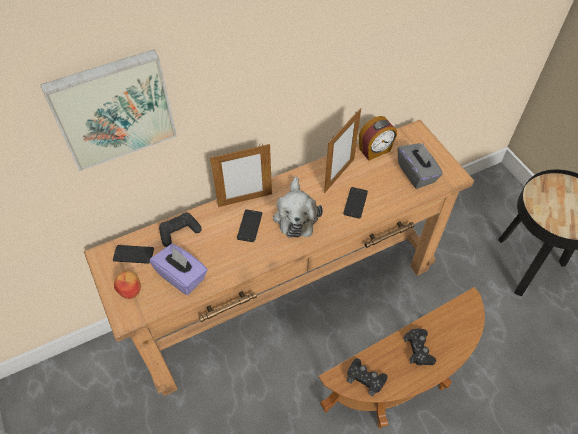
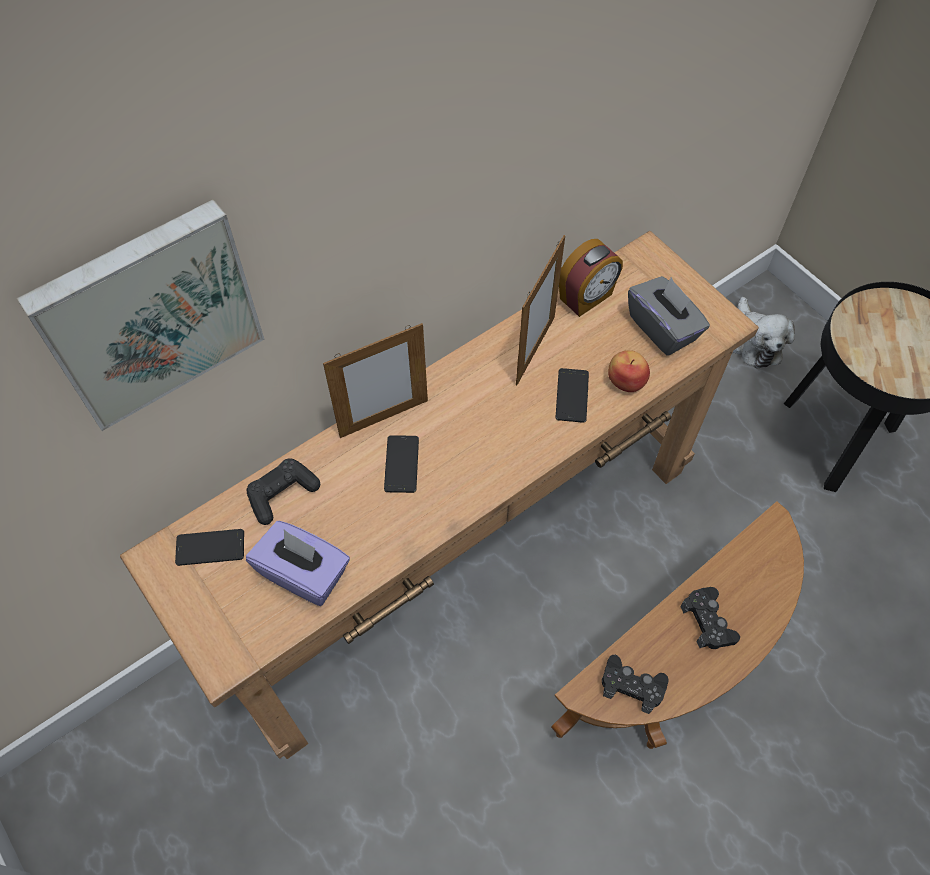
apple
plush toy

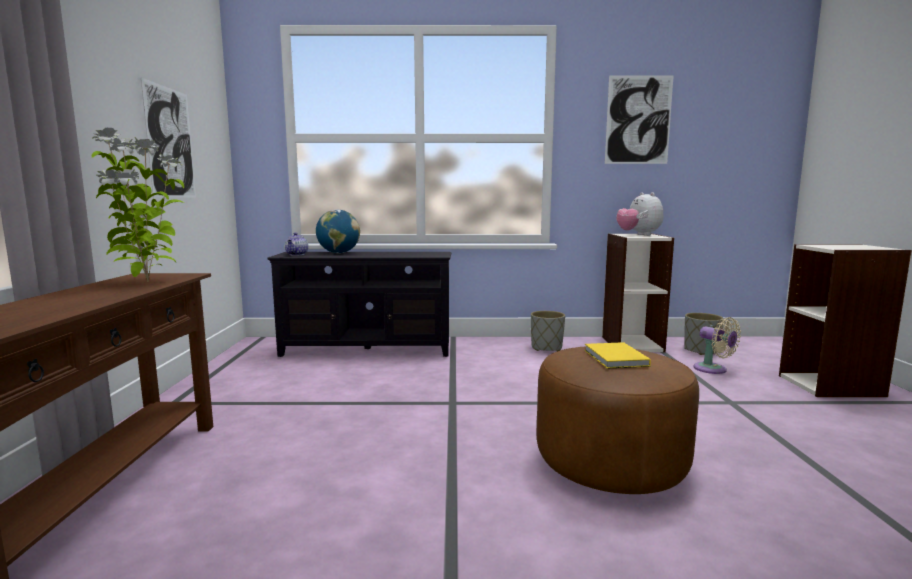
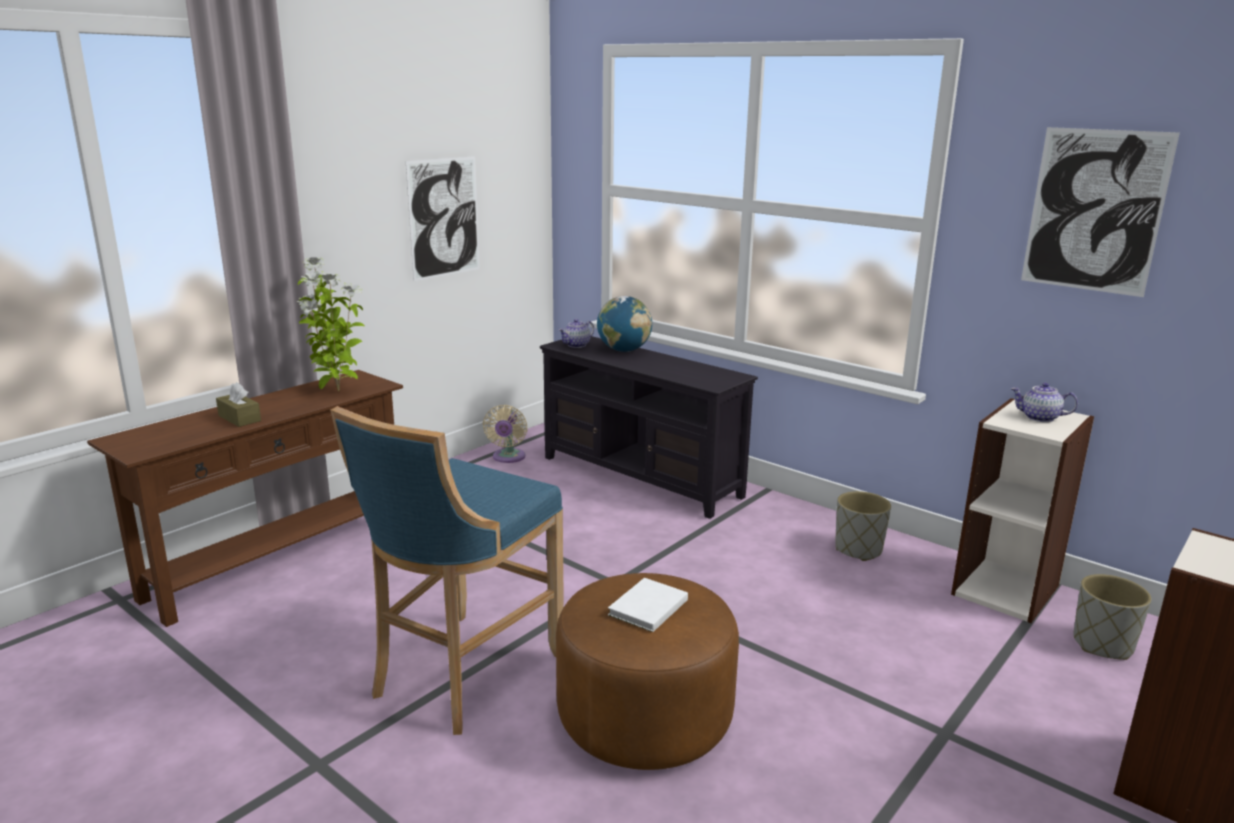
book in white
teapot (2nd from left)
fan in beige
tissue box in brown
stool in blue

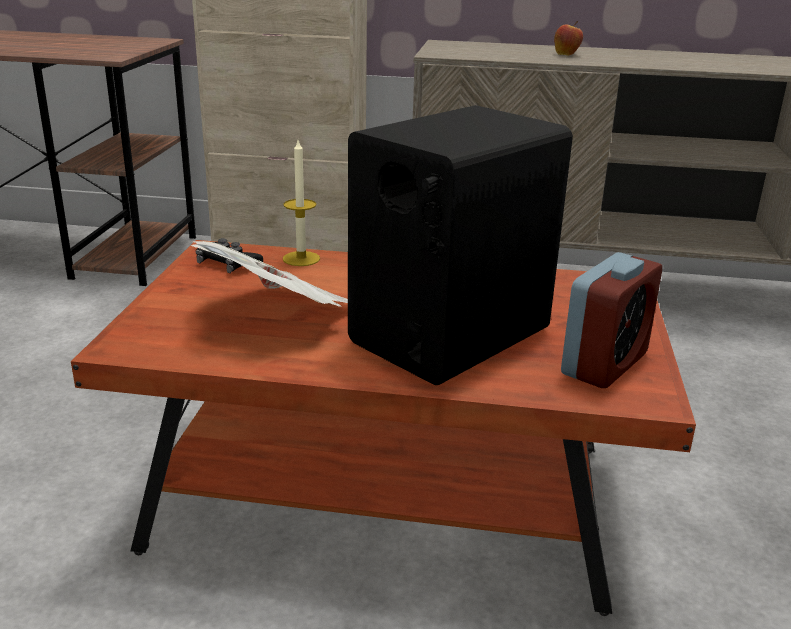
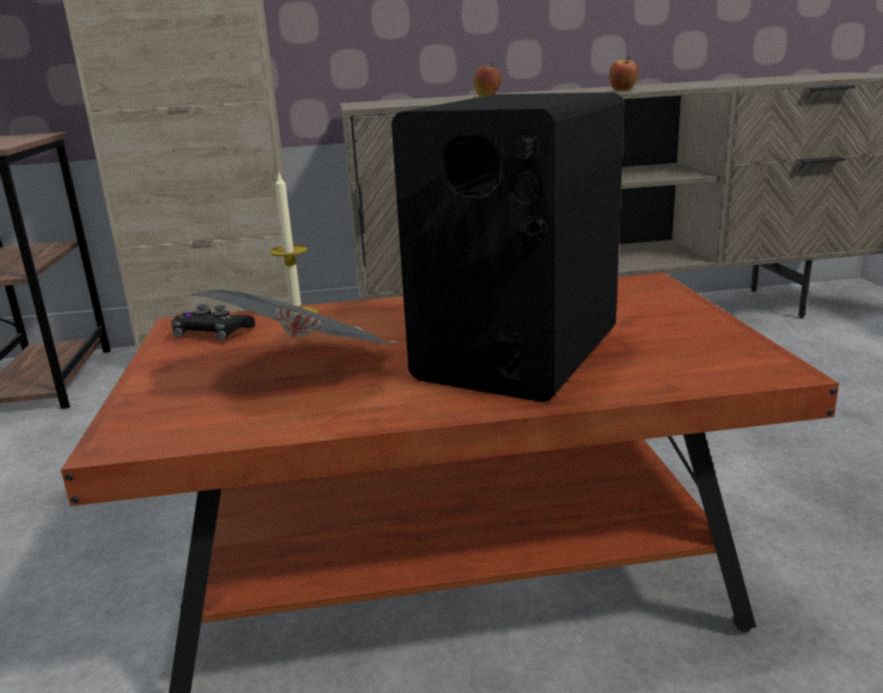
alarm clock
apple (2nd from left)

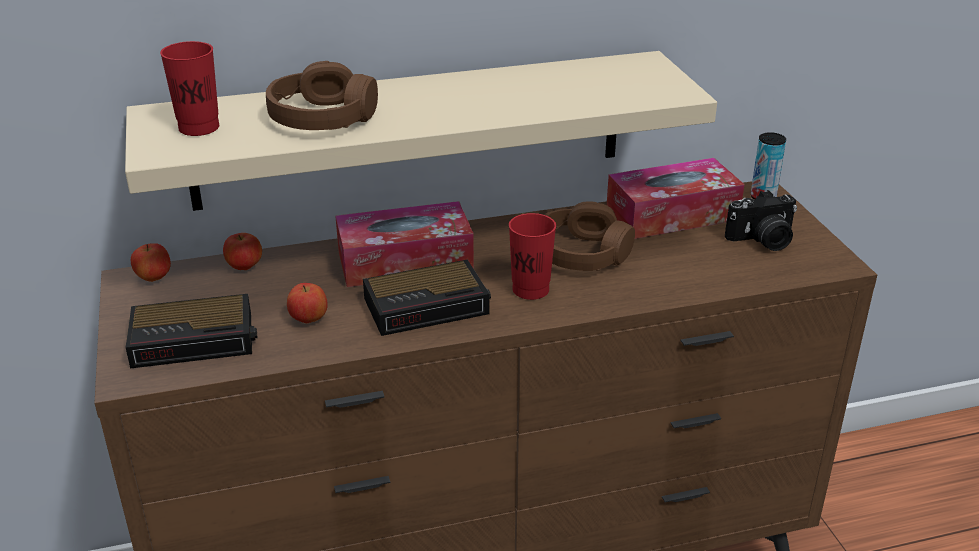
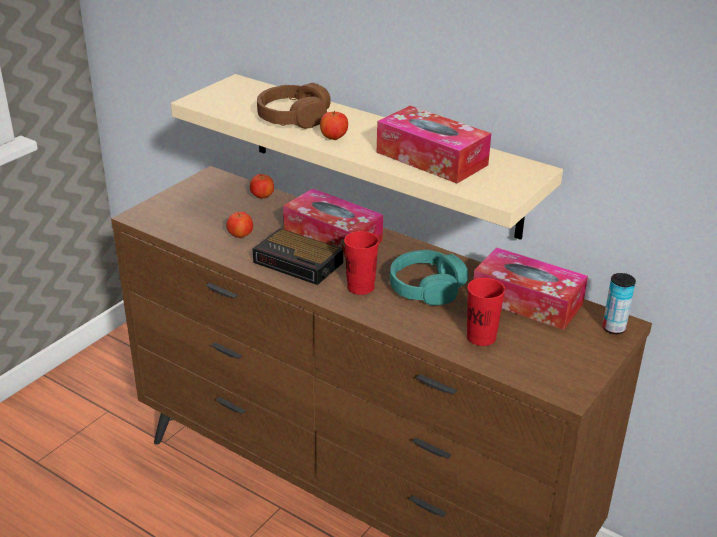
alarm clock (1st from left in the first image)
apple (3rd from left)
cup in red (2nd from left)
headphones in turquoise
photo camera
tissue box (2nd from left)

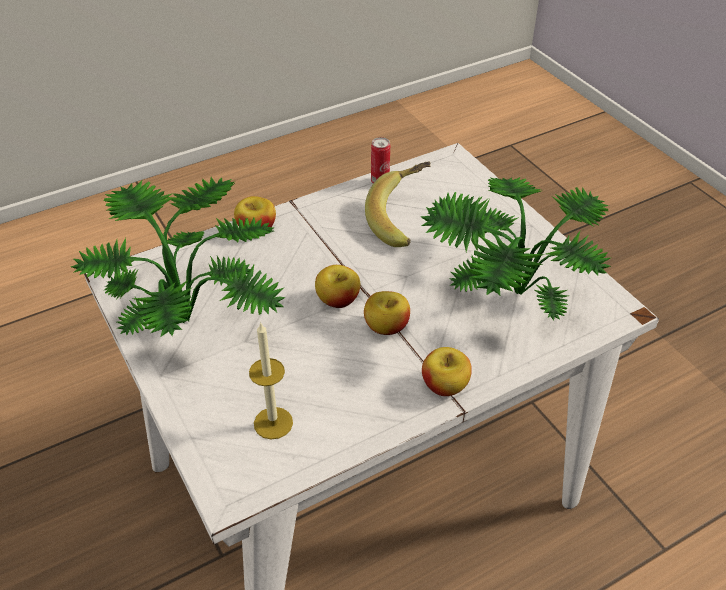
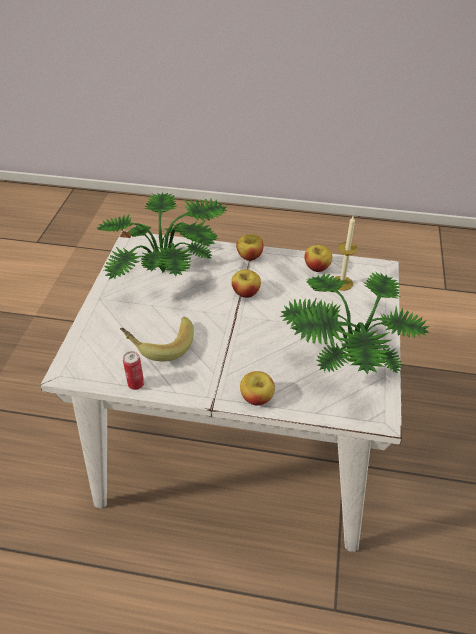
apple (4th from left)

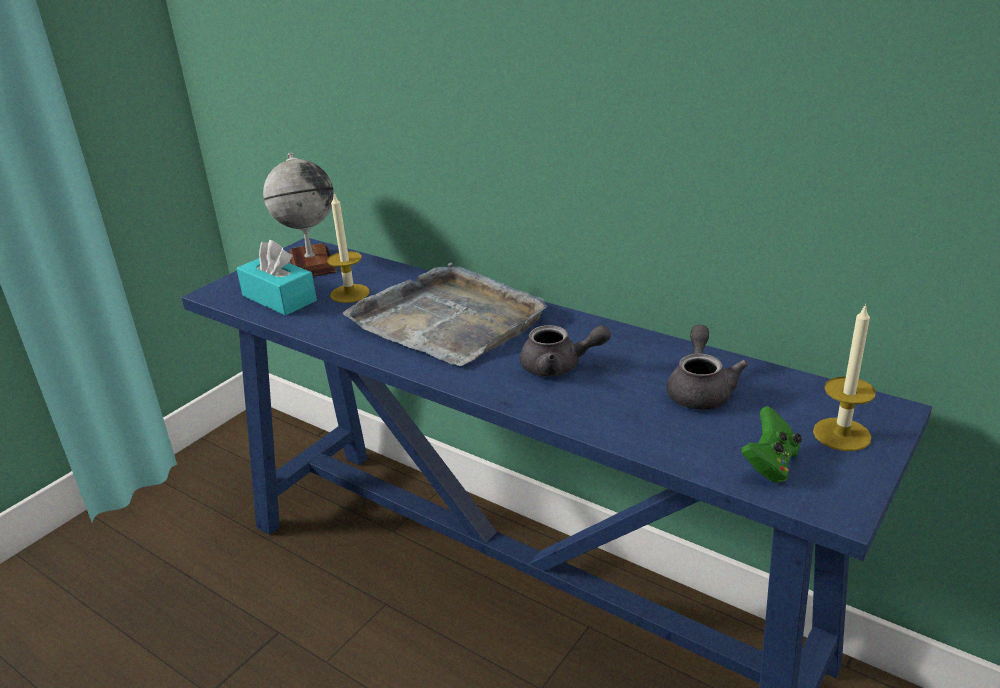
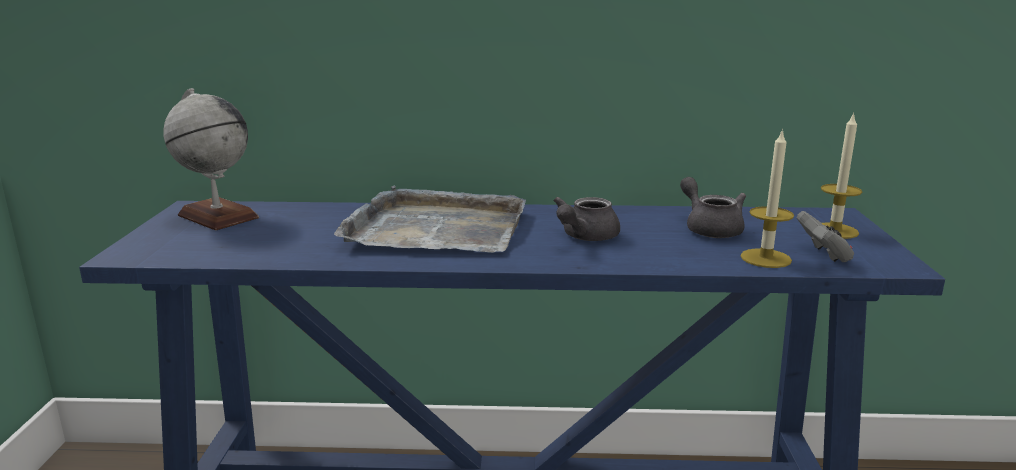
tissue box in turquoise
candle (1st from left)
teapot in grey (1st from left)
game controller in grey

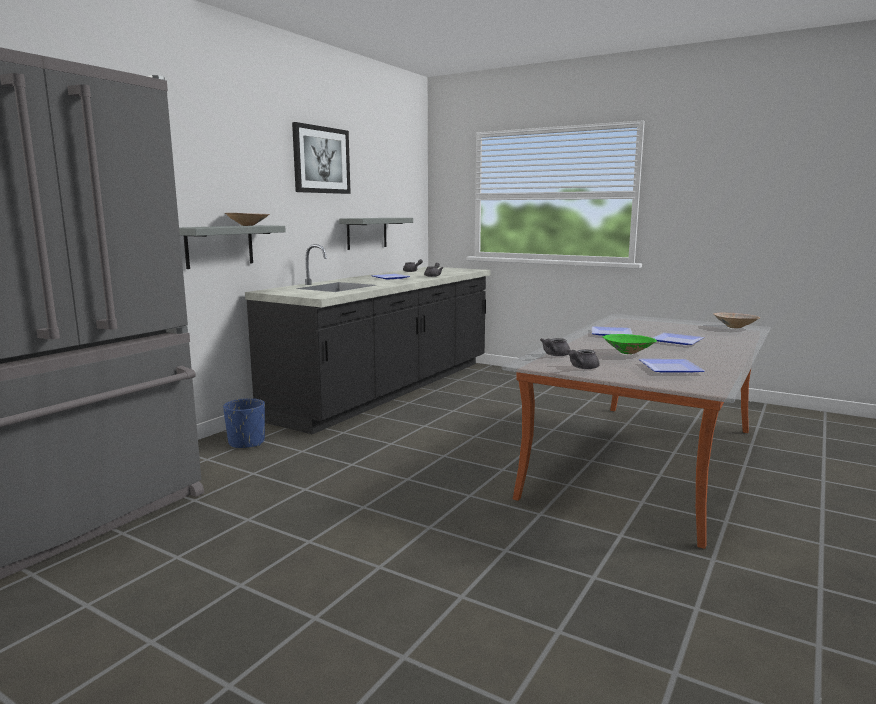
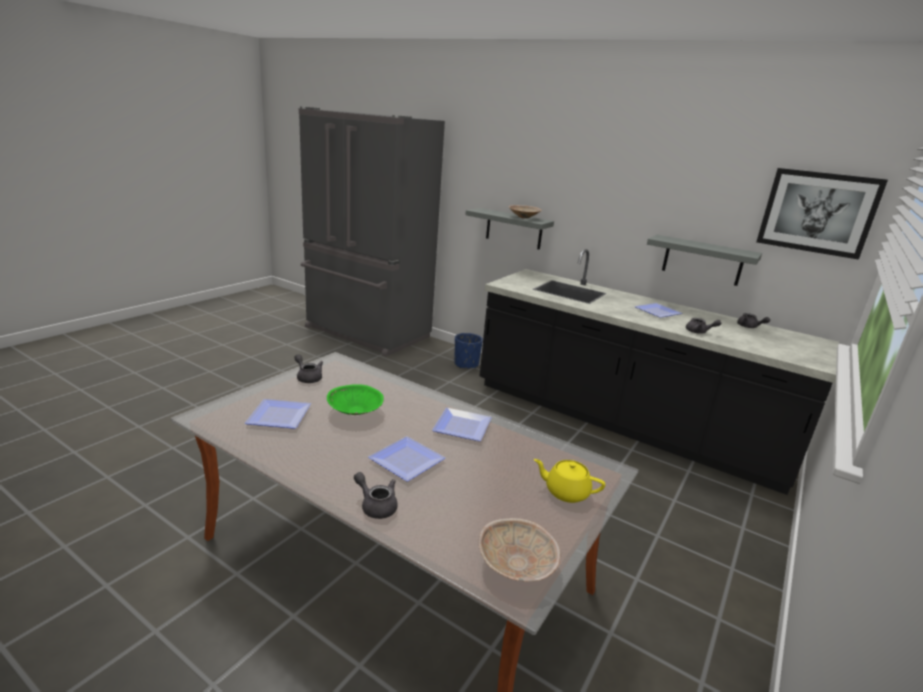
picture
teapot in grey (2nd from left)
teapot in yellow

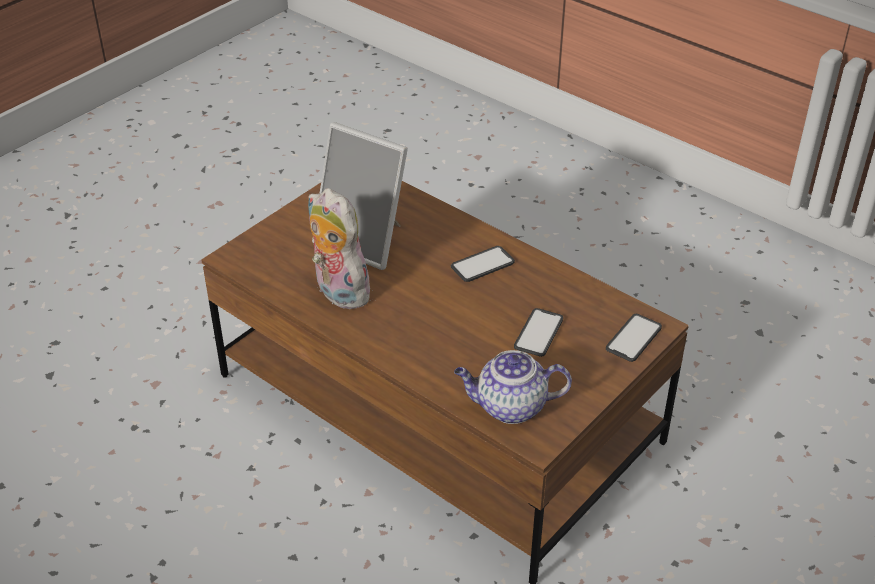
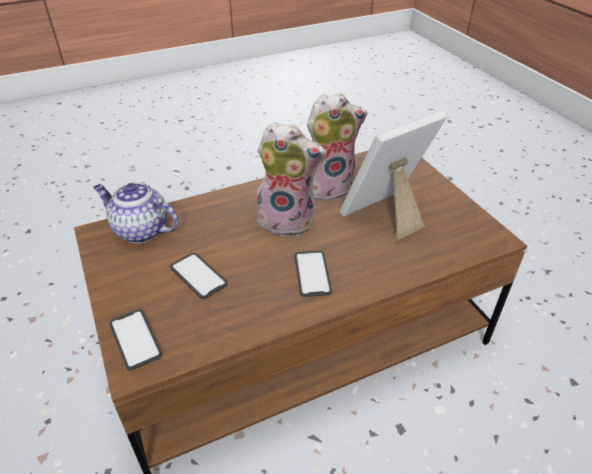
teapot
plush toy (1st from left)

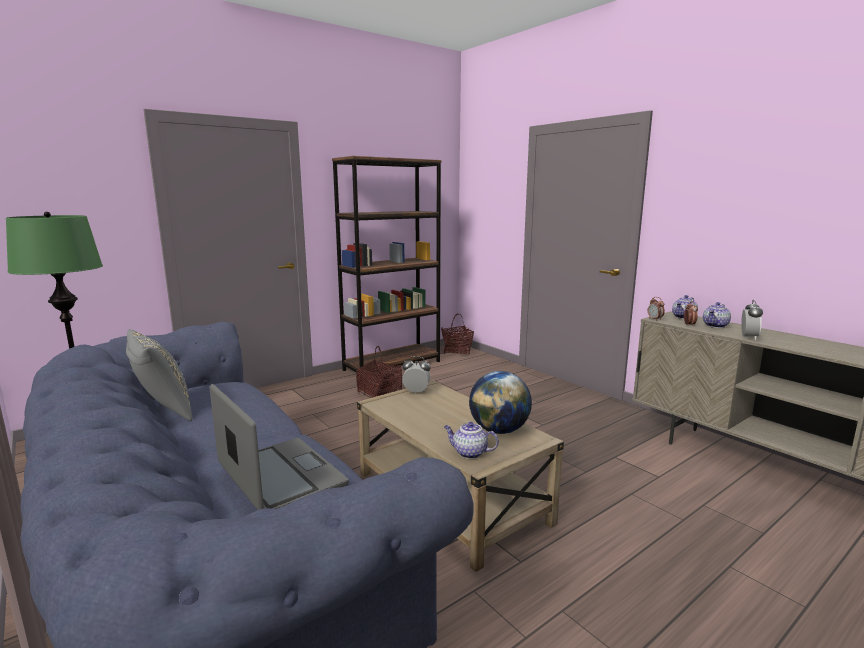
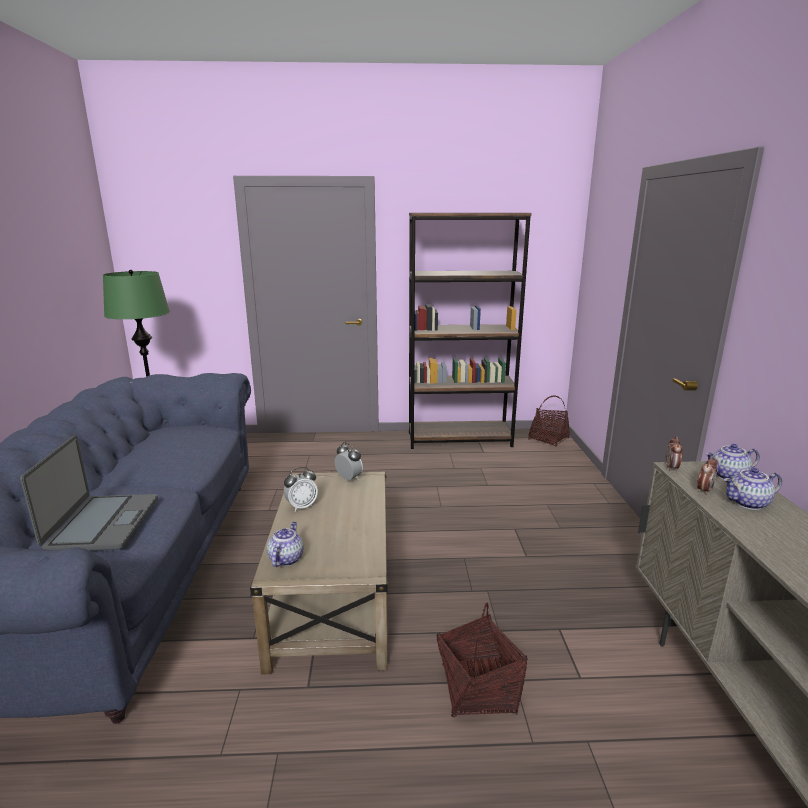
pillow in grey
basket (1st from left)
teapot (1st from left)
globe
alarm clock (1st from left)

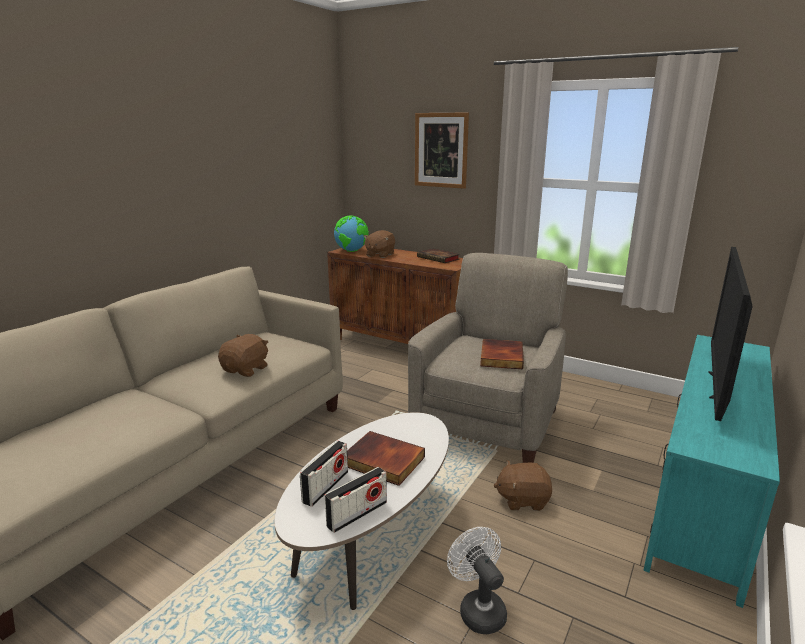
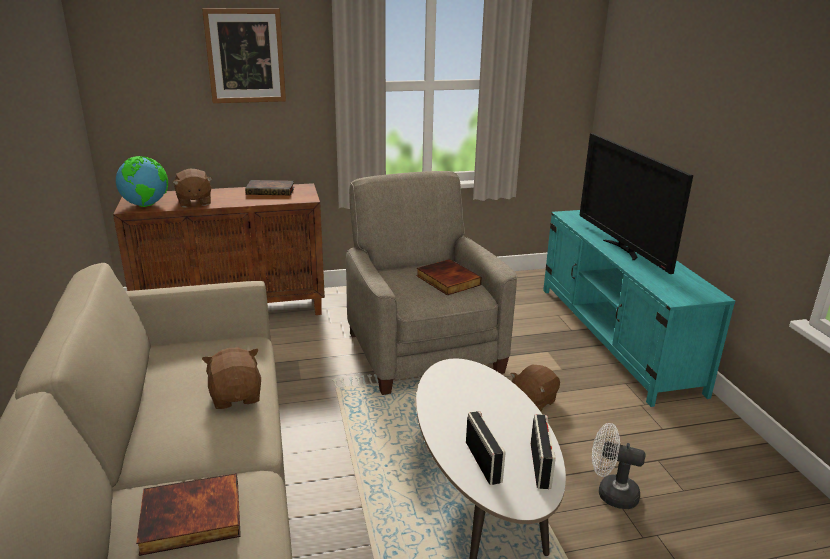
book (1st from left)

